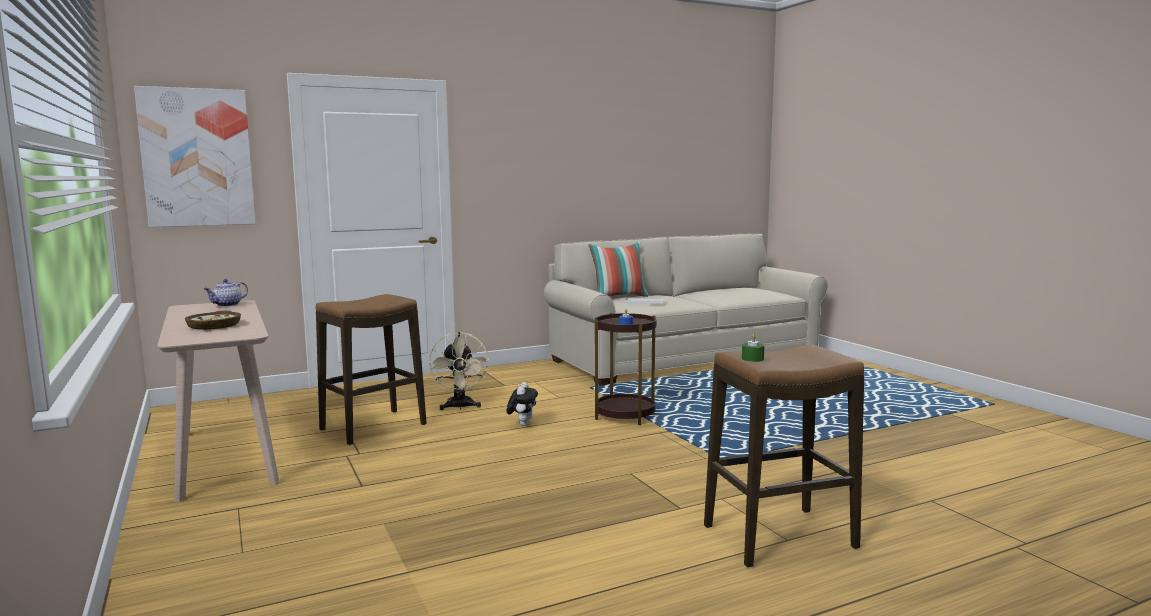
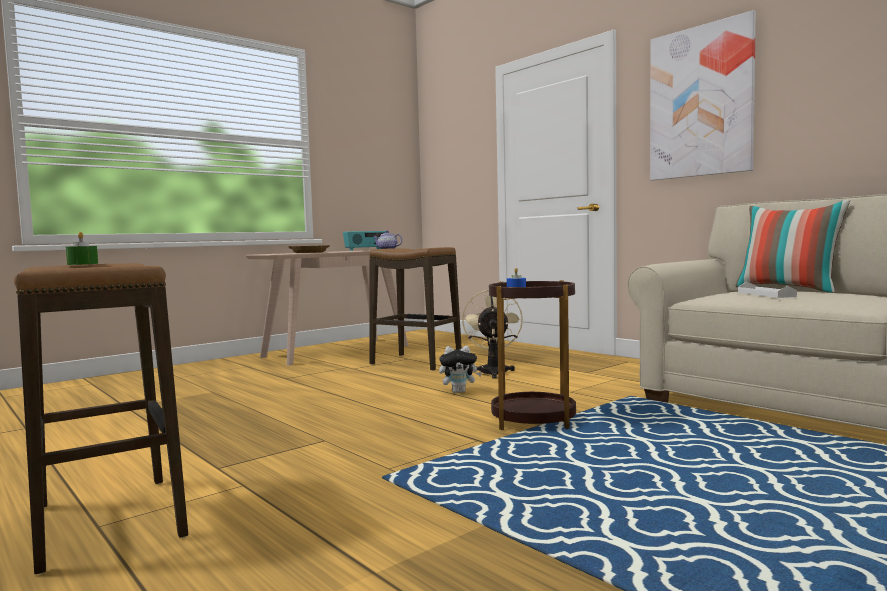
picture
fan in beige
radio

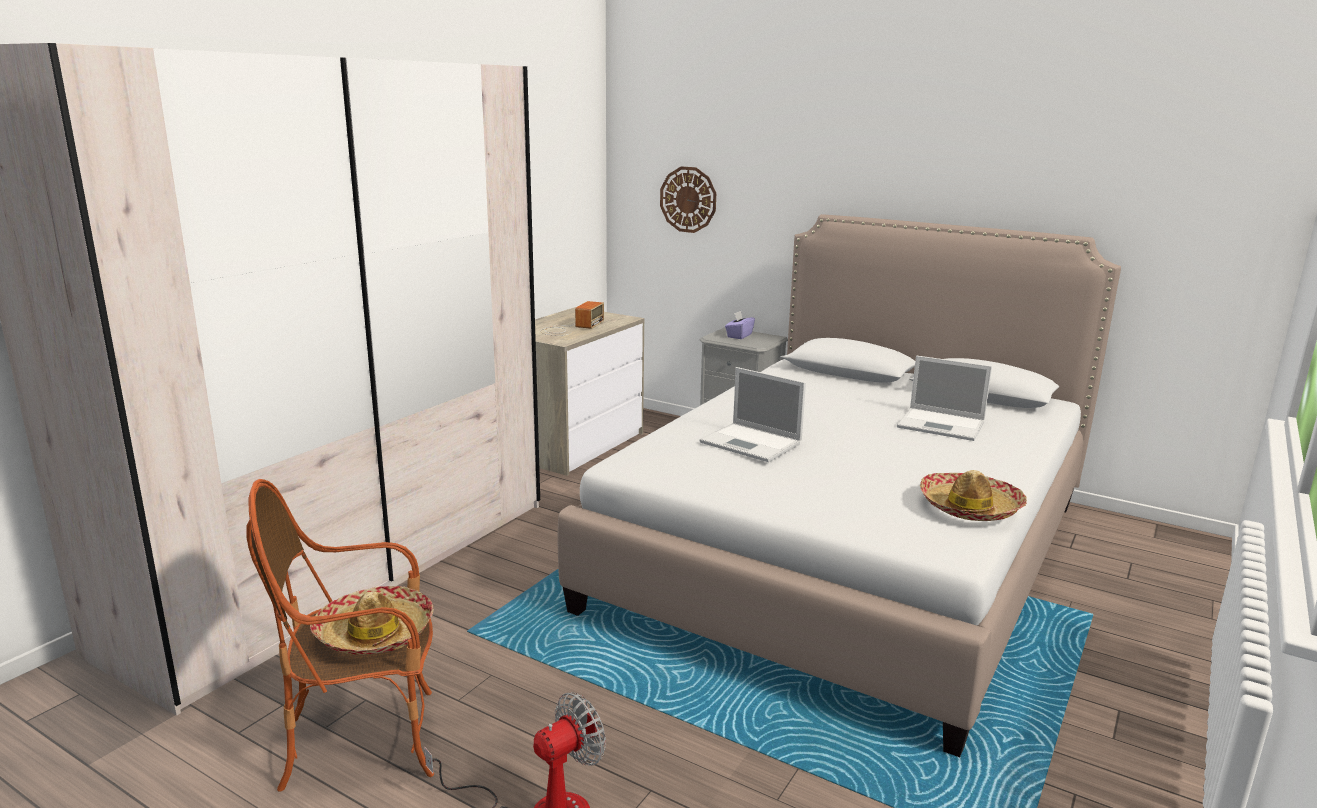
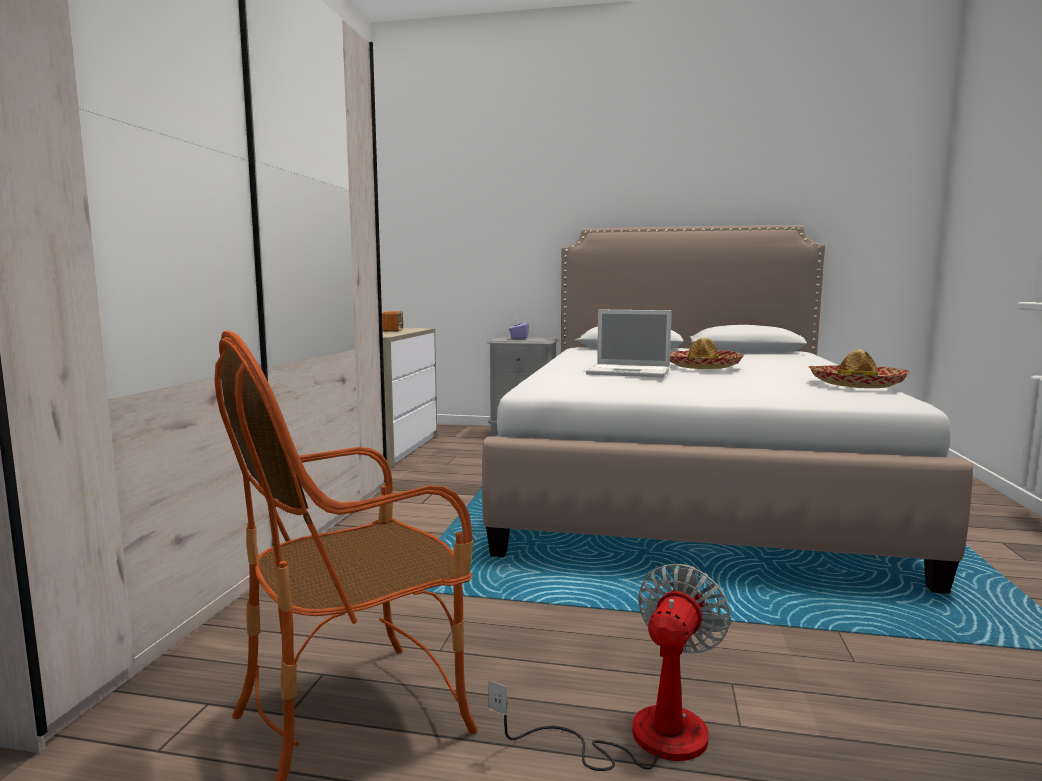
hat (1st from left)
wall clock
laptop (2nd from left in the first image)

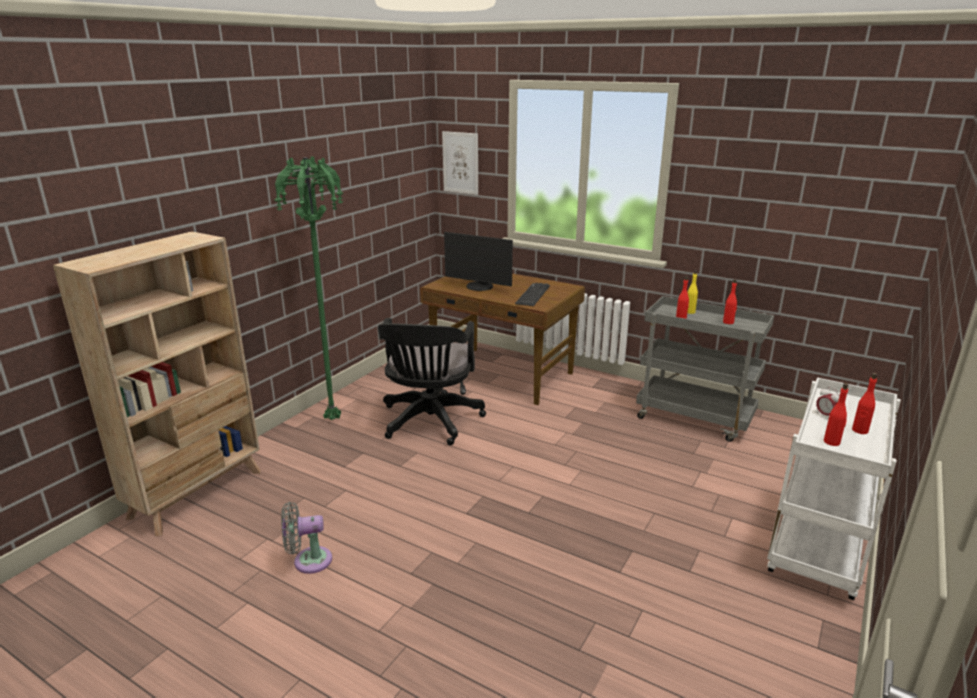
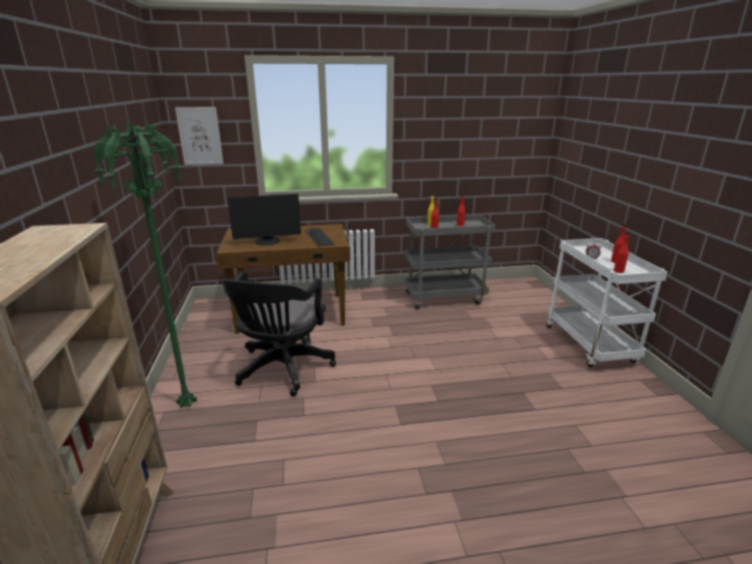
fan in grey
office chair in black

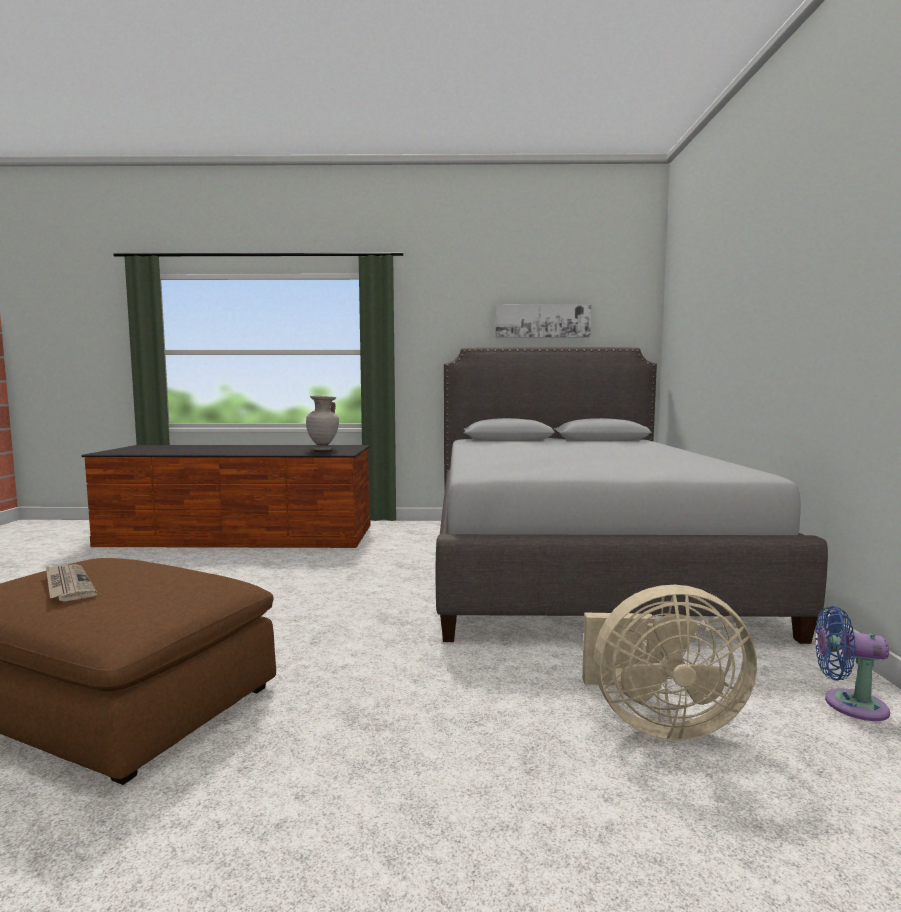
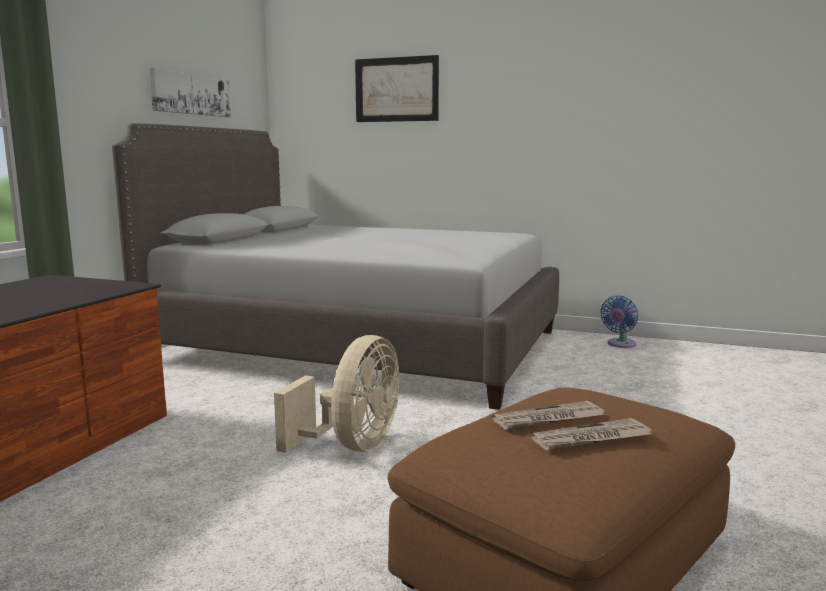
vase in beige
fan in beige
picture (2nd from left)
newspaper (1st from left)

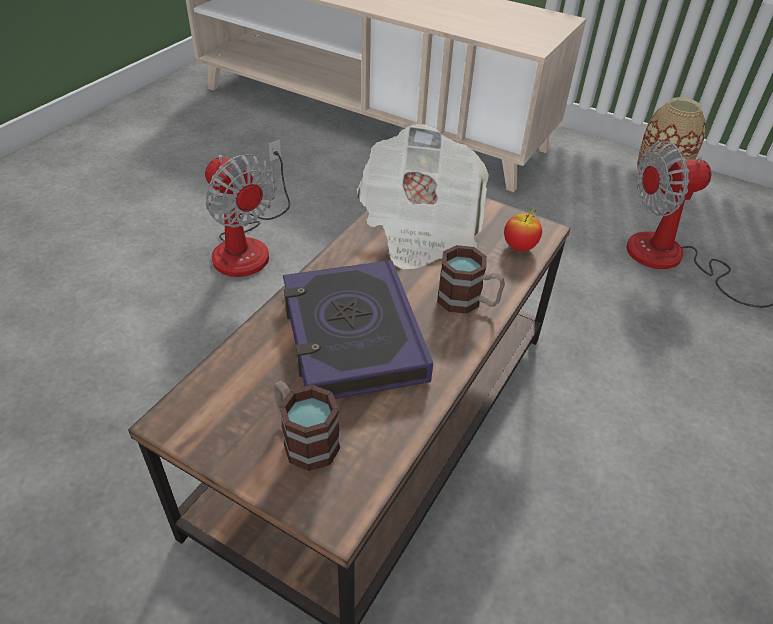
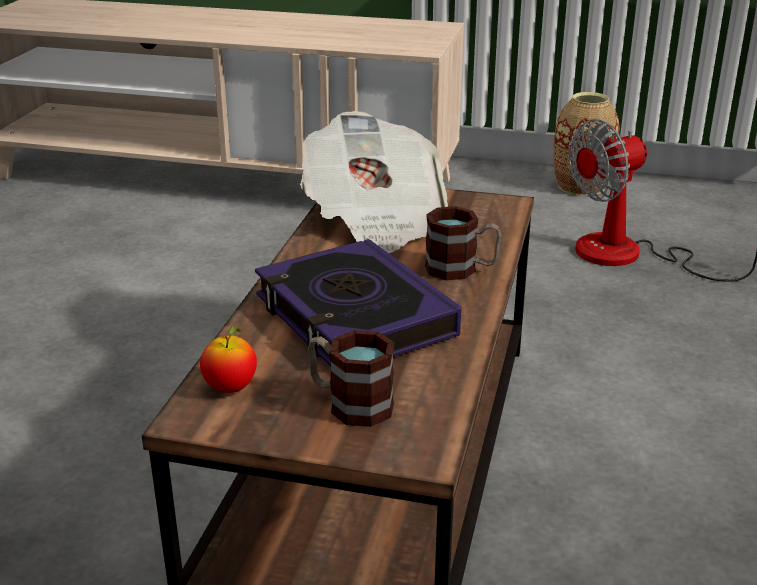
fan (1st from left in the first image)
apple

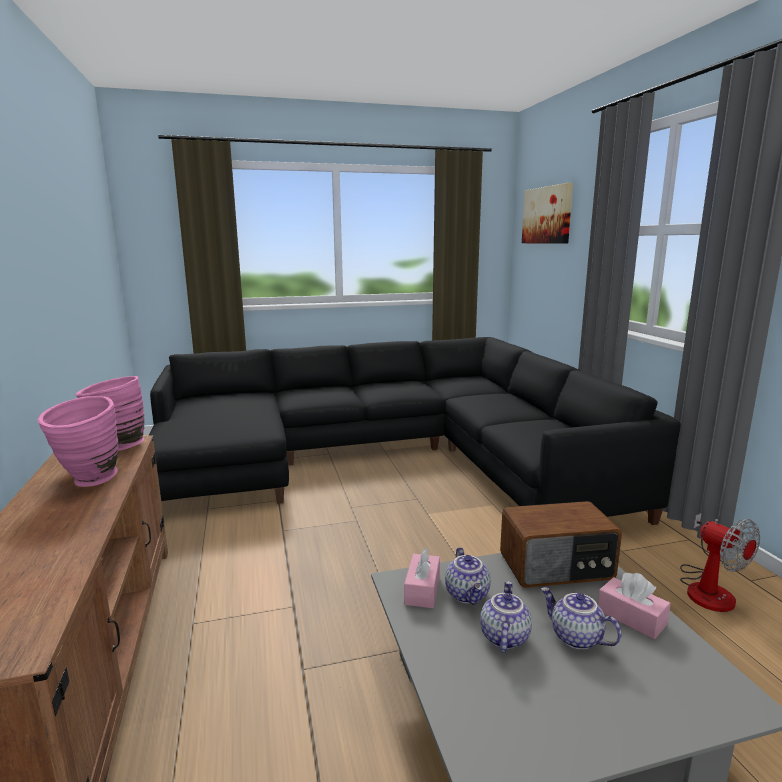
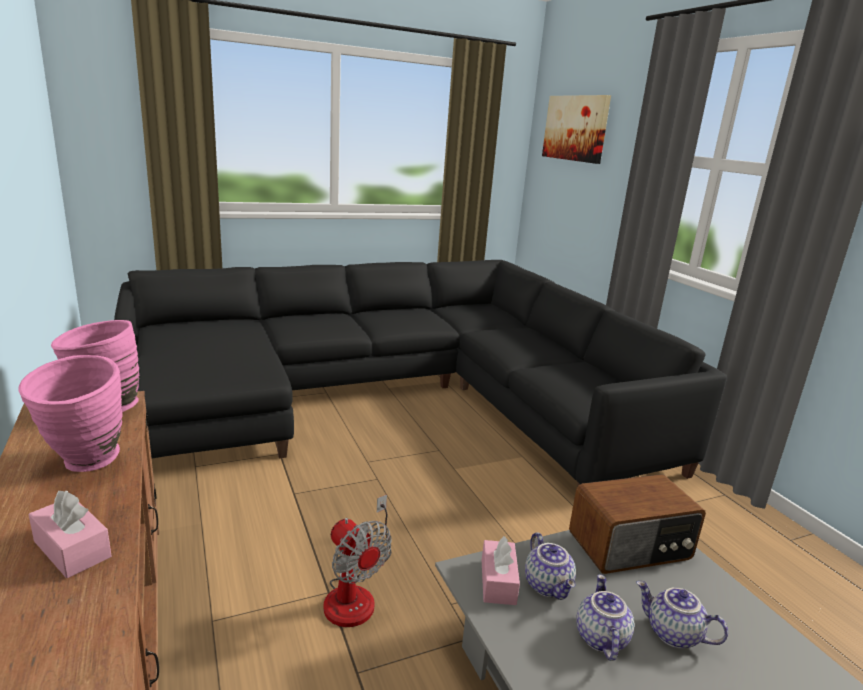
tissue box in pink (1st from left)
fan

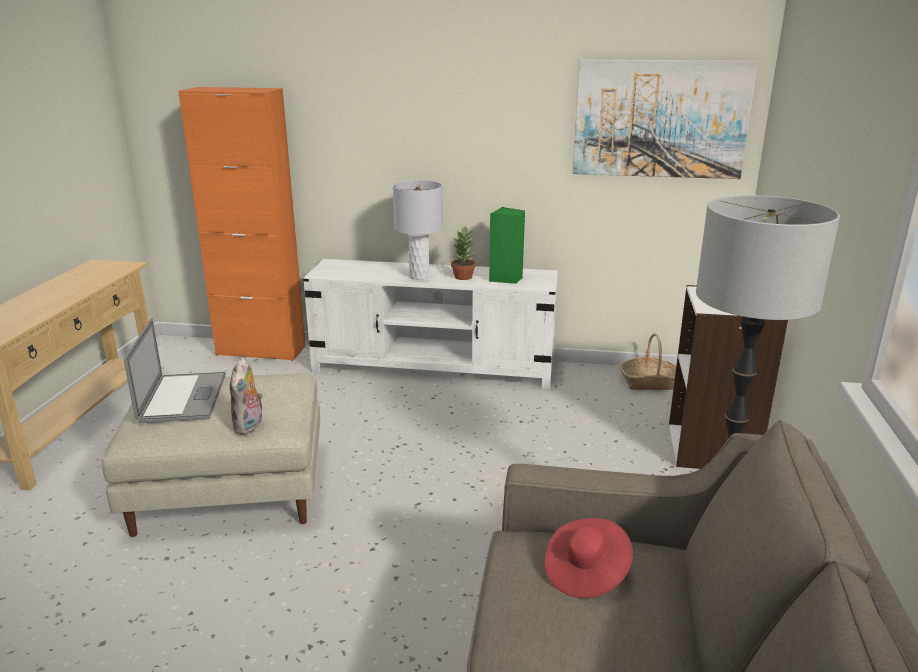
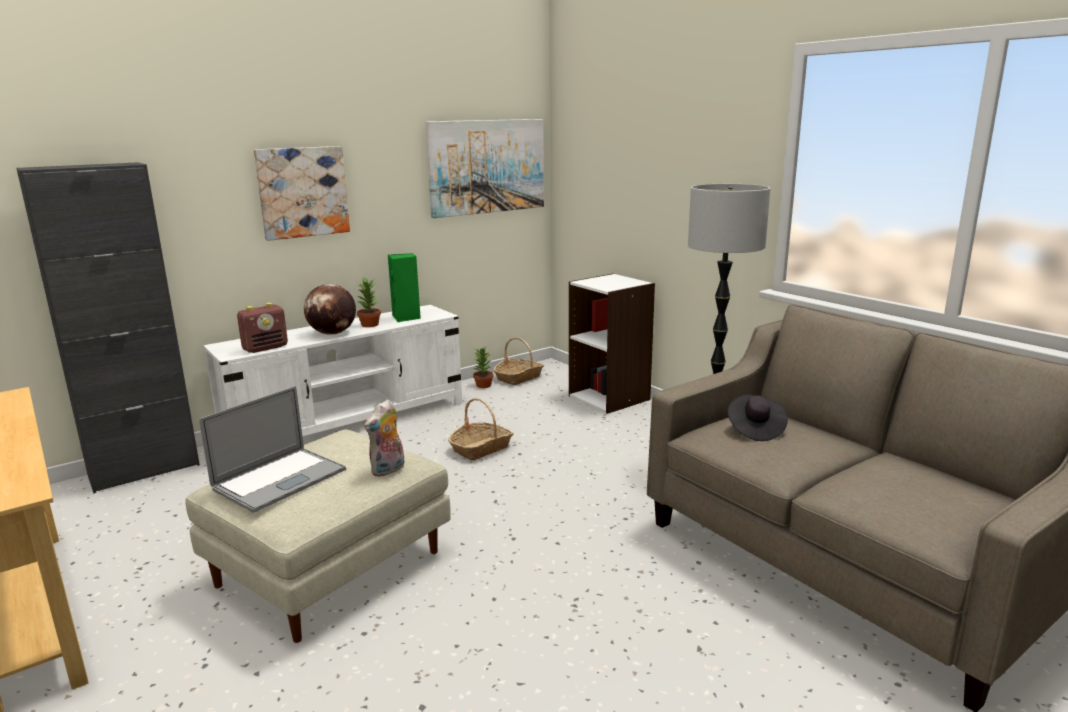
laptop
cabinet in black
plush toy
globe
hat in black
radio
picture (1st from left)
basket (1st from left)
potted plant (2nd from left)

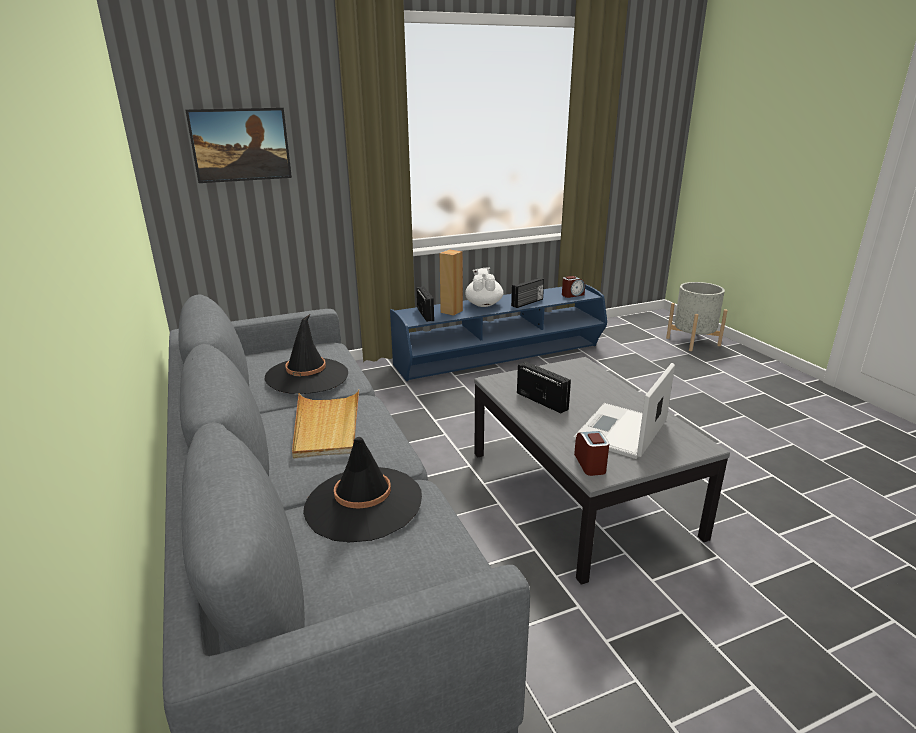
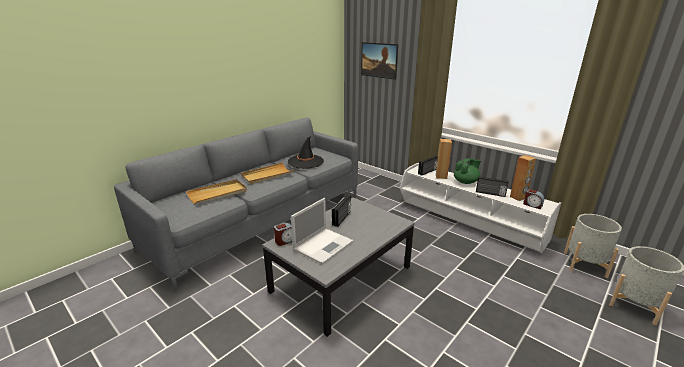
tray in beige (1st from left)
tv stand in white
teapot in green
laptop
speaker in brown (2nd from left)
planter in grey (1st from left)

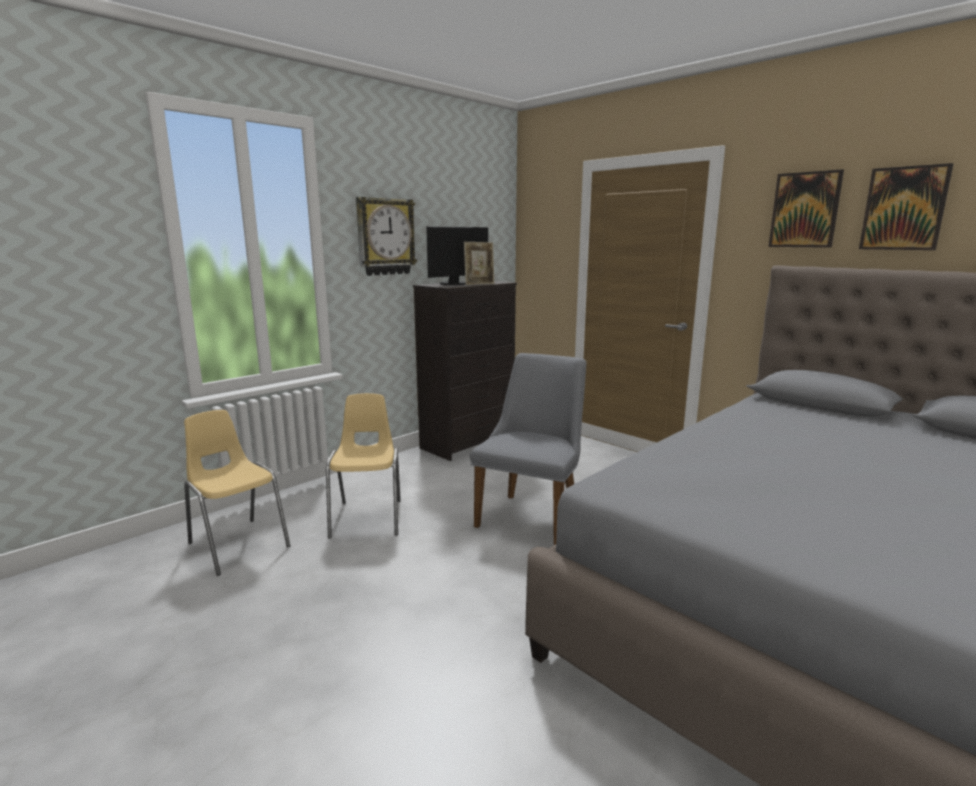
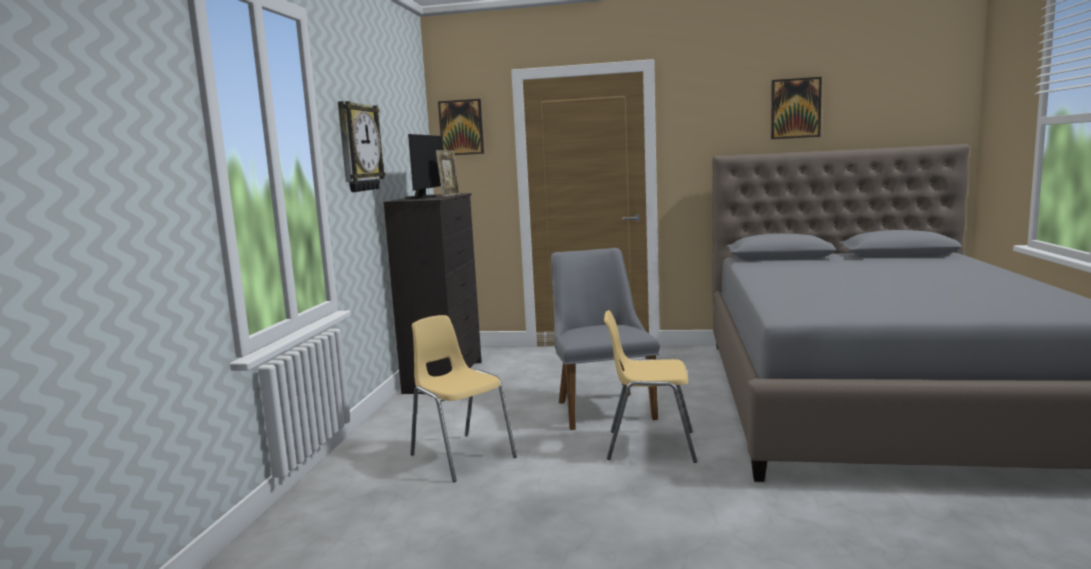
chair in yellow (2nd from left)
picture (1st from left)

